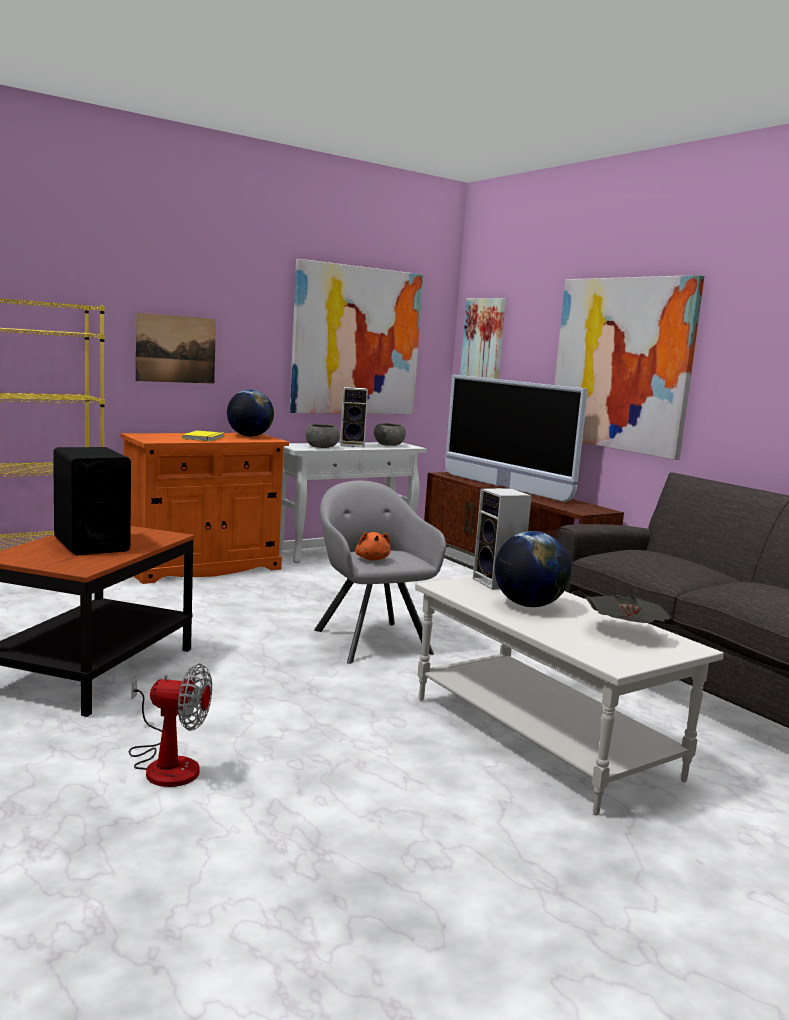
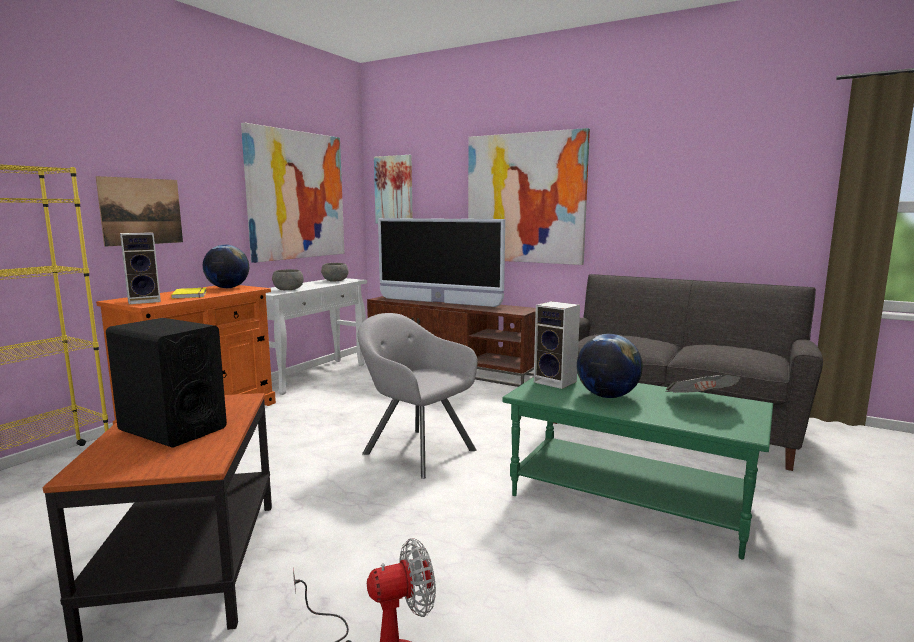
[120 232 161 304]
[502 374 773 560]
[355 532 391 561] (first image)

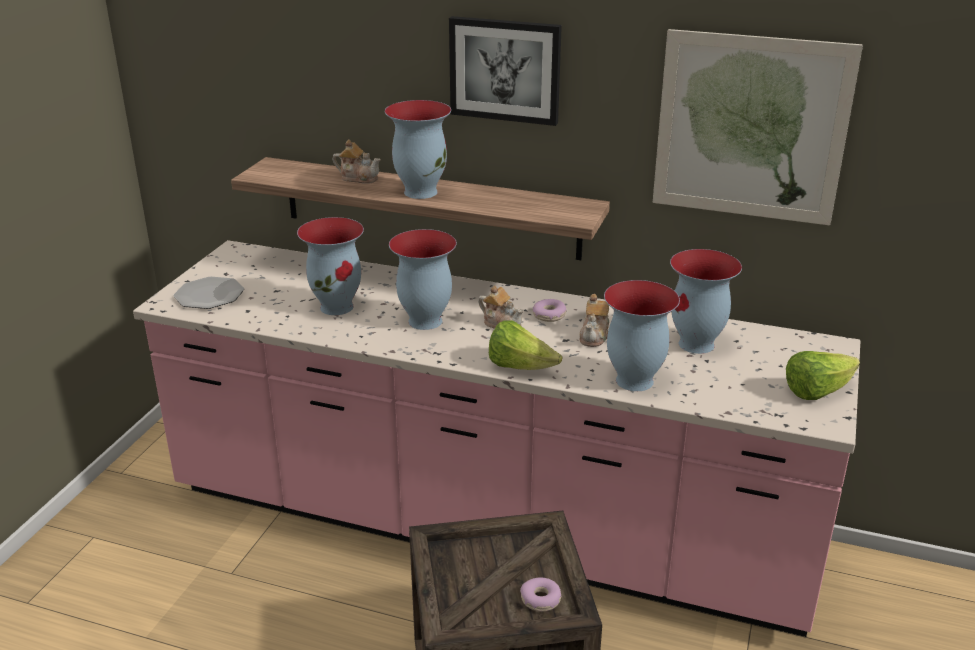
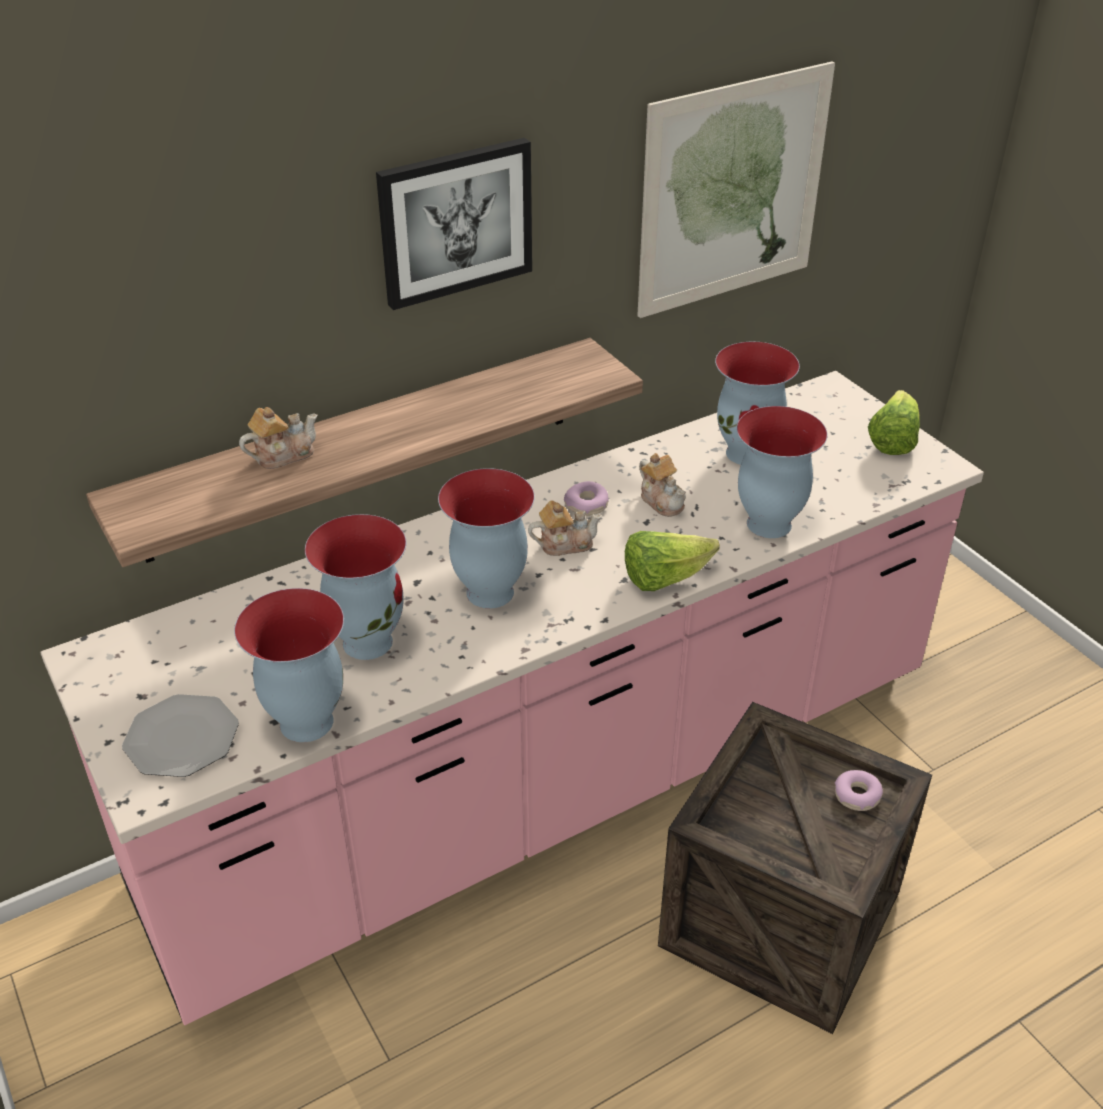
[234 588 344 742]

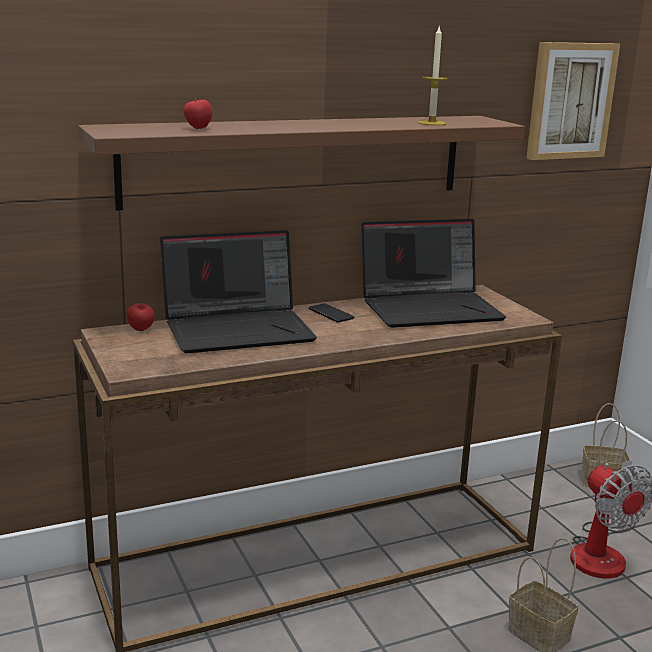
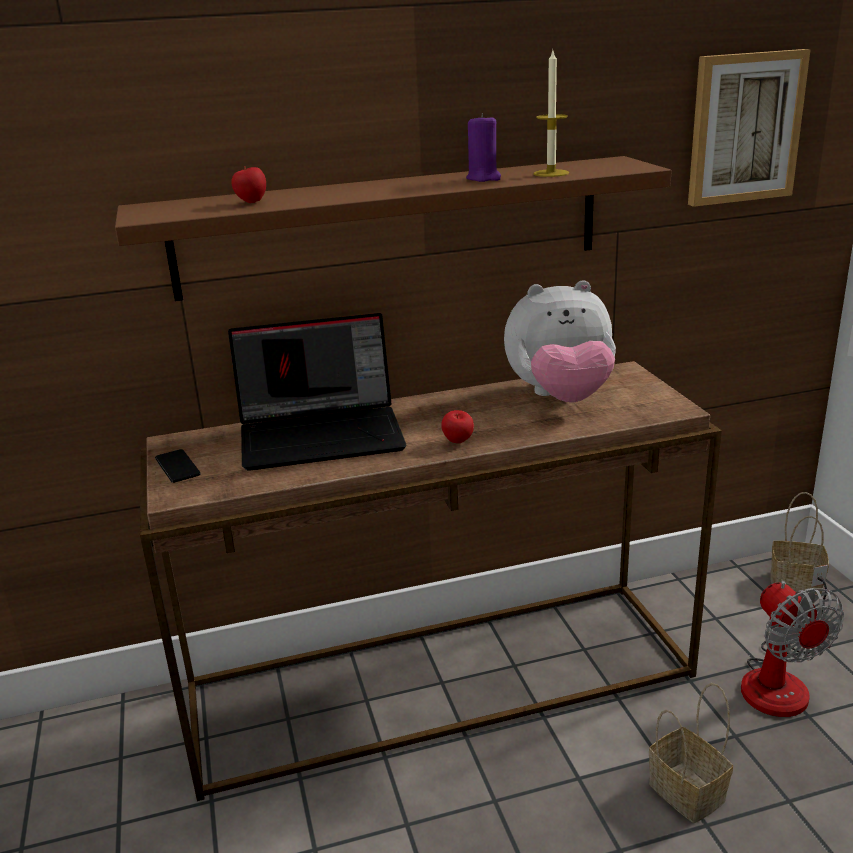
[155 449 201 483]
[441 410 474 443]
[466 113 501 182]
[504 280 616 403]

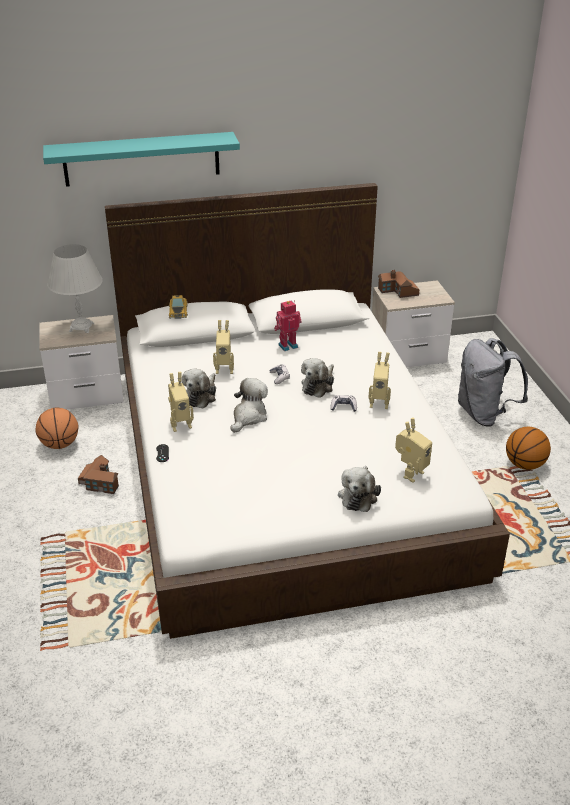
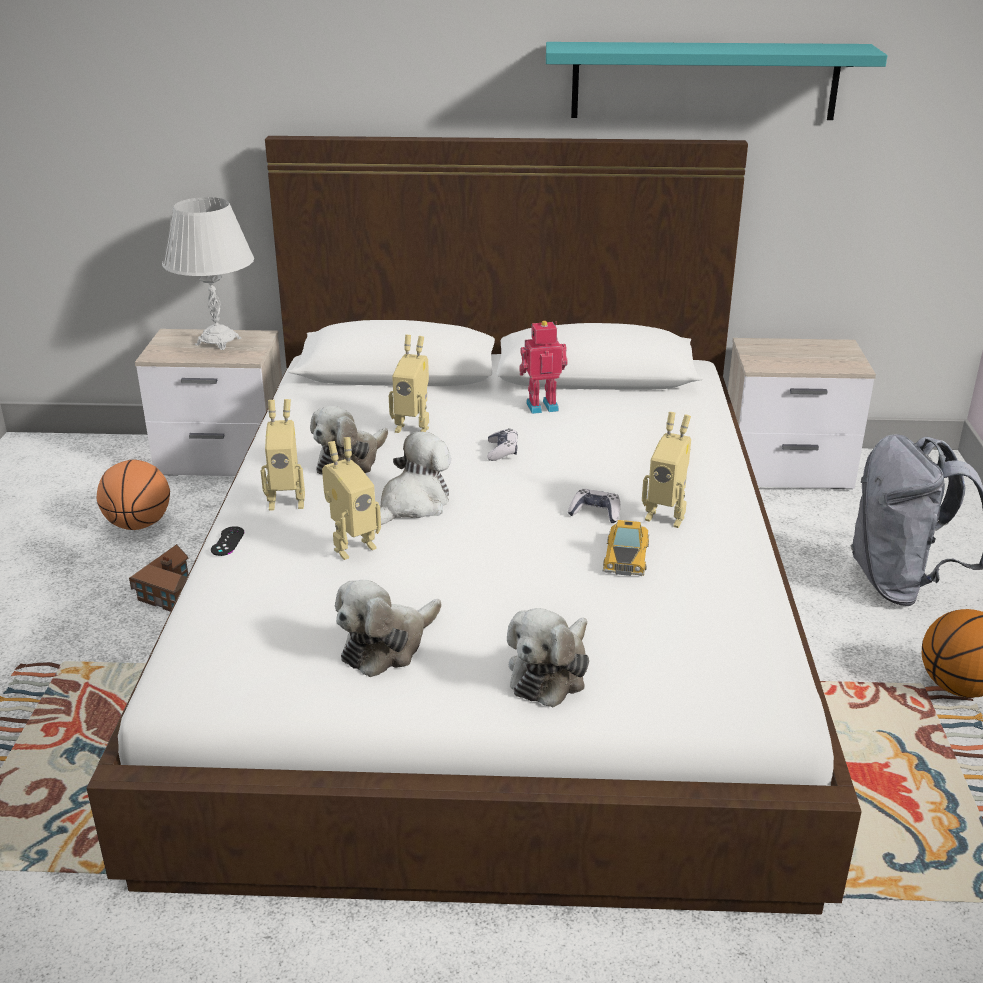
[322 437 381 560]
[335 580 442 677]
[546 42 887 120]
[603 520 649 576]
[378 270 420 298] (first image)

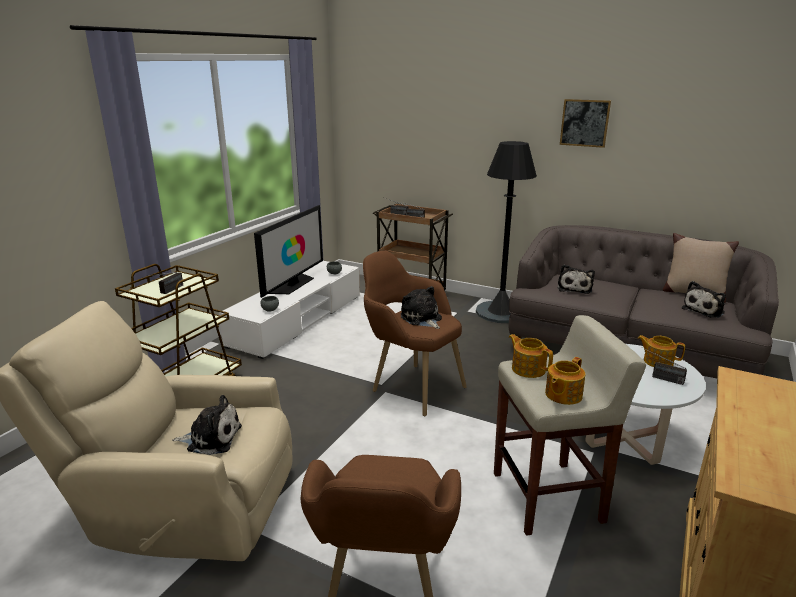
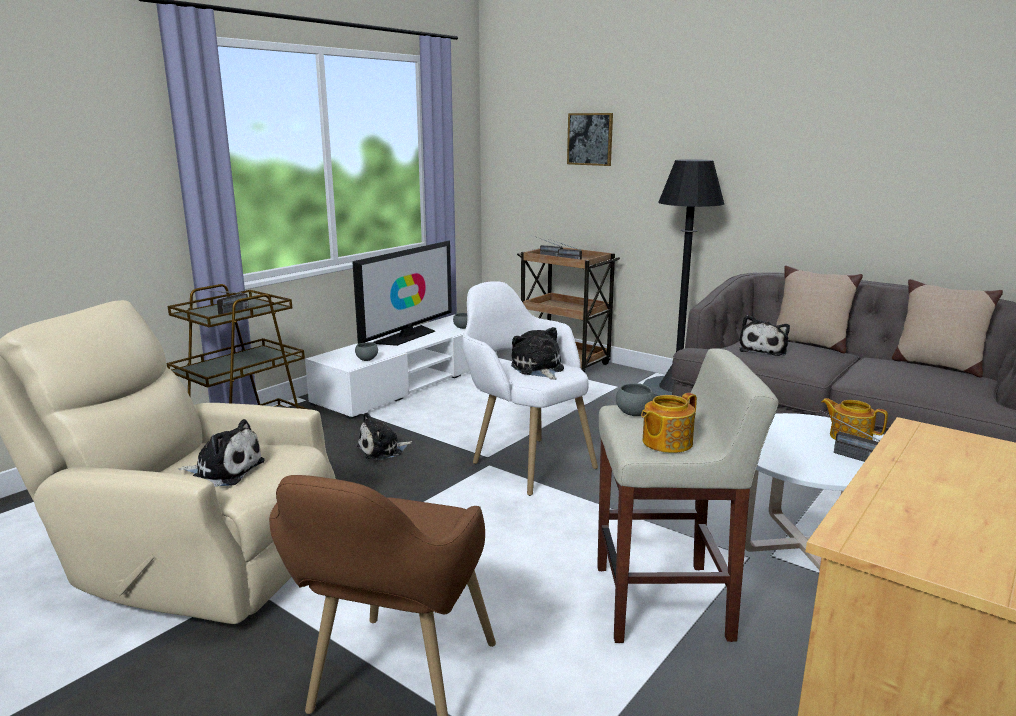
[357 412 412 460]
[462 281 598 496]
[567 113 613 166]
[616 383 654 416]
[776 265 863 354]

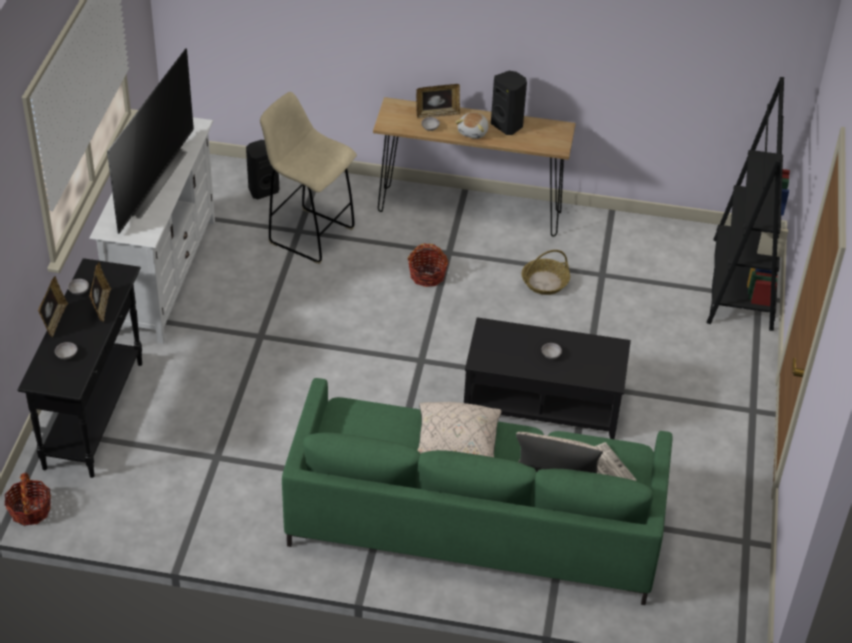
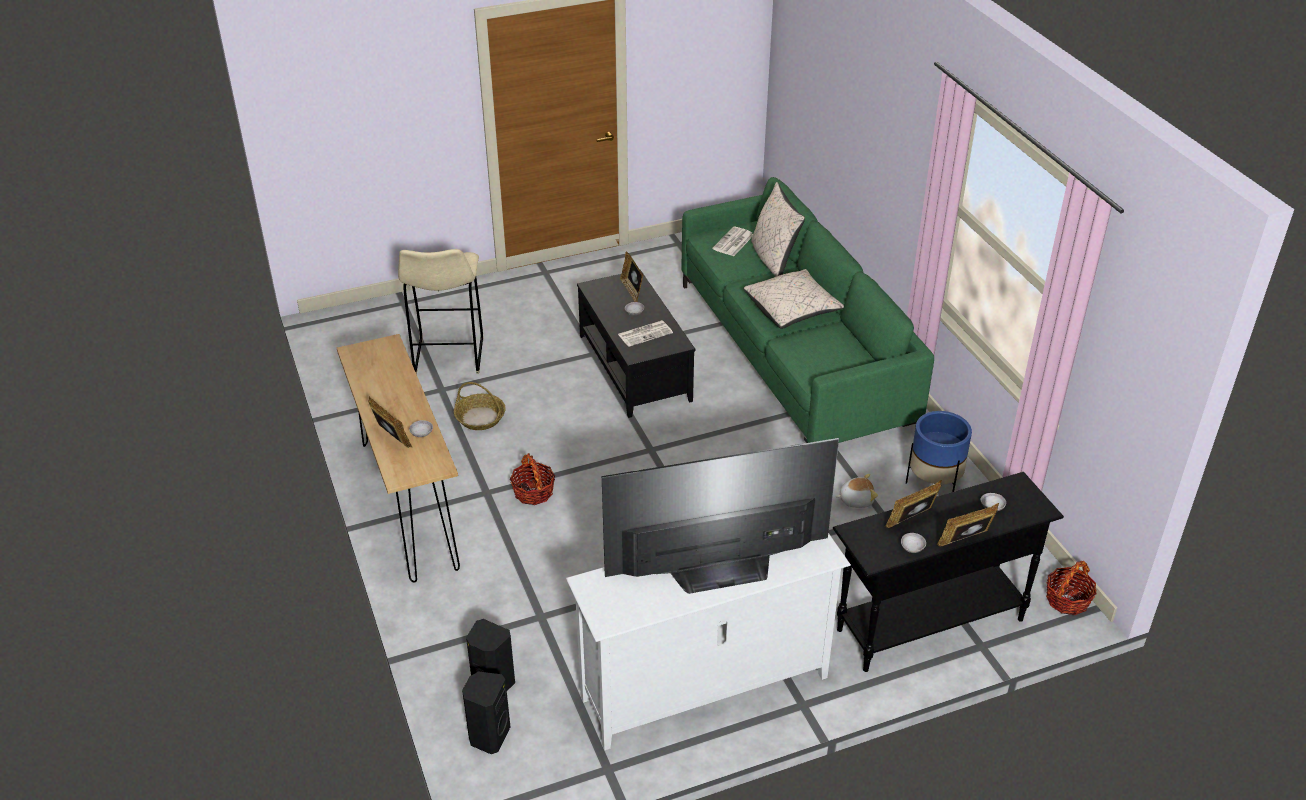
[398 249 483 374]
[462 671 510 754]
[618 320 673 347]
[620 252 643 302]
[835 474 878 508]
[906 411 972 492]
[707 77 790 331] (first image)

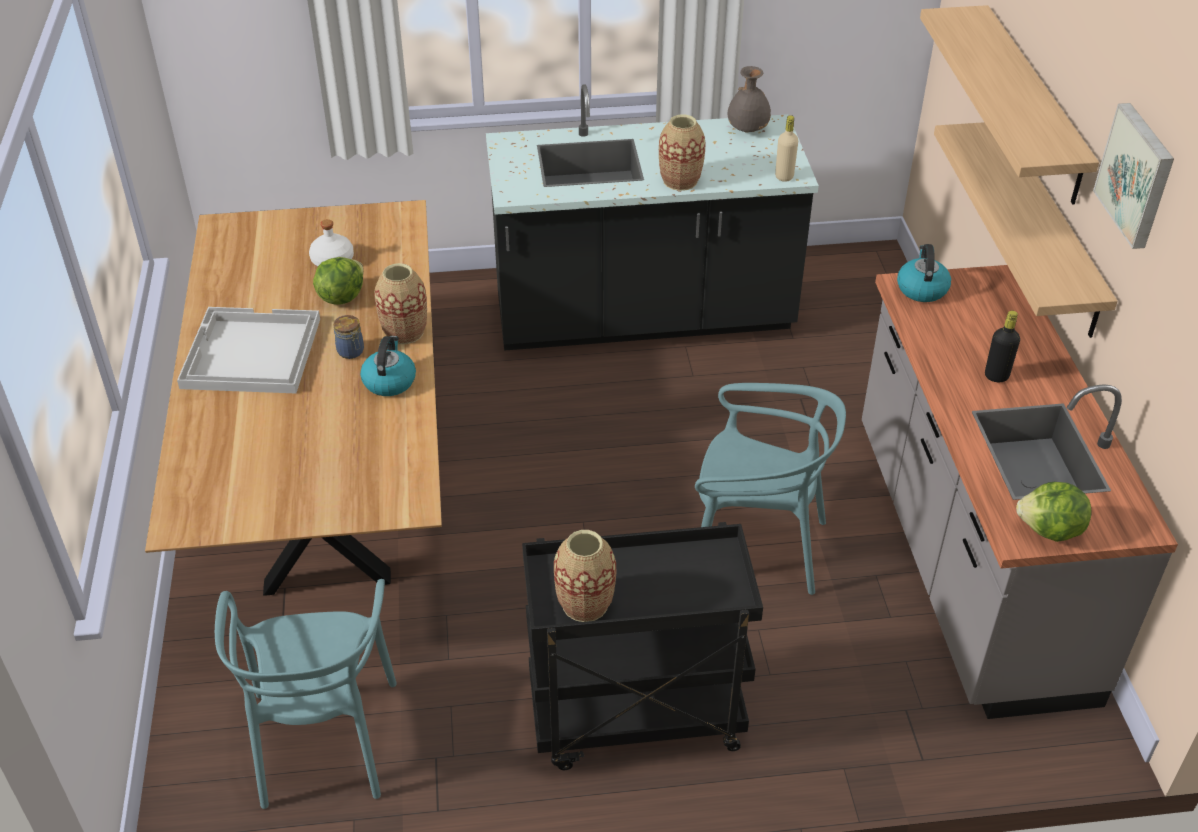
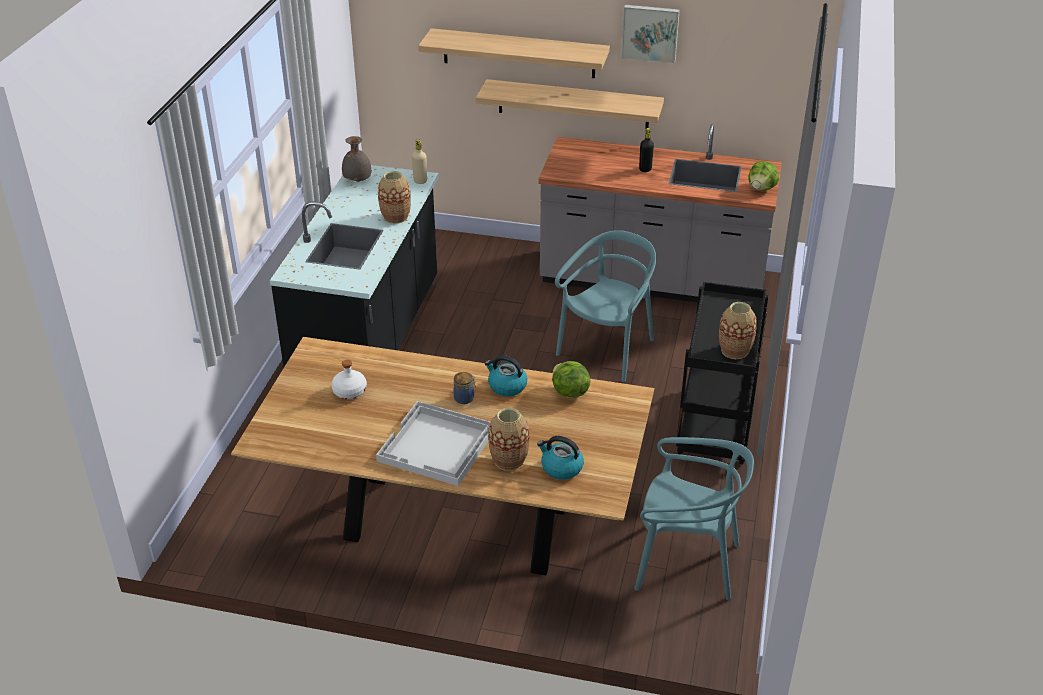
[488 408 529 471]
[537 436 584 480]
[552 361 590 398]

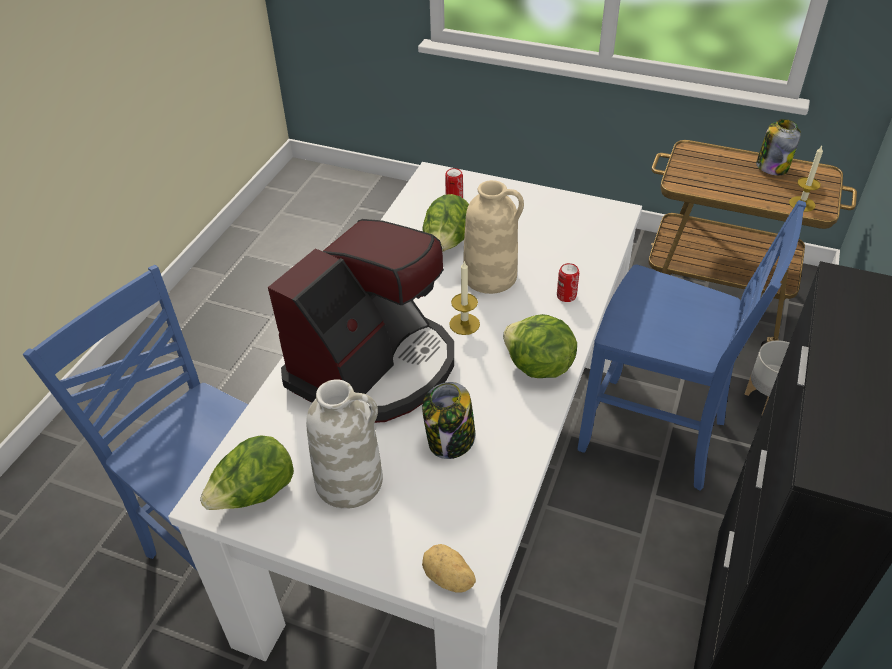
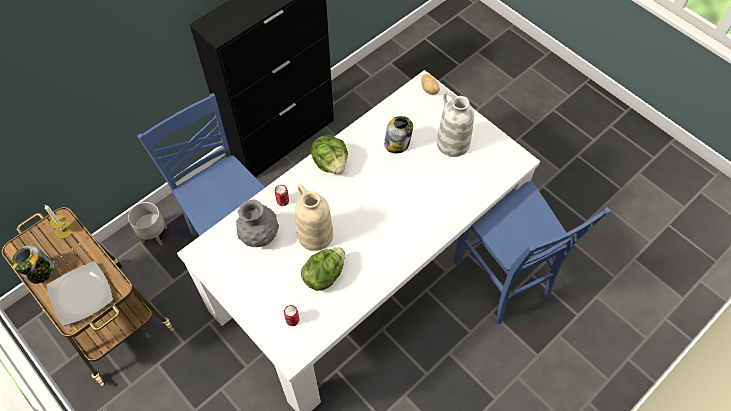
[47 261 113 326]
[236 199 279 247]
[200 435 294 510] (first image)
[268 219 454 423] (first image)
[449 260 480 335] (first image)

